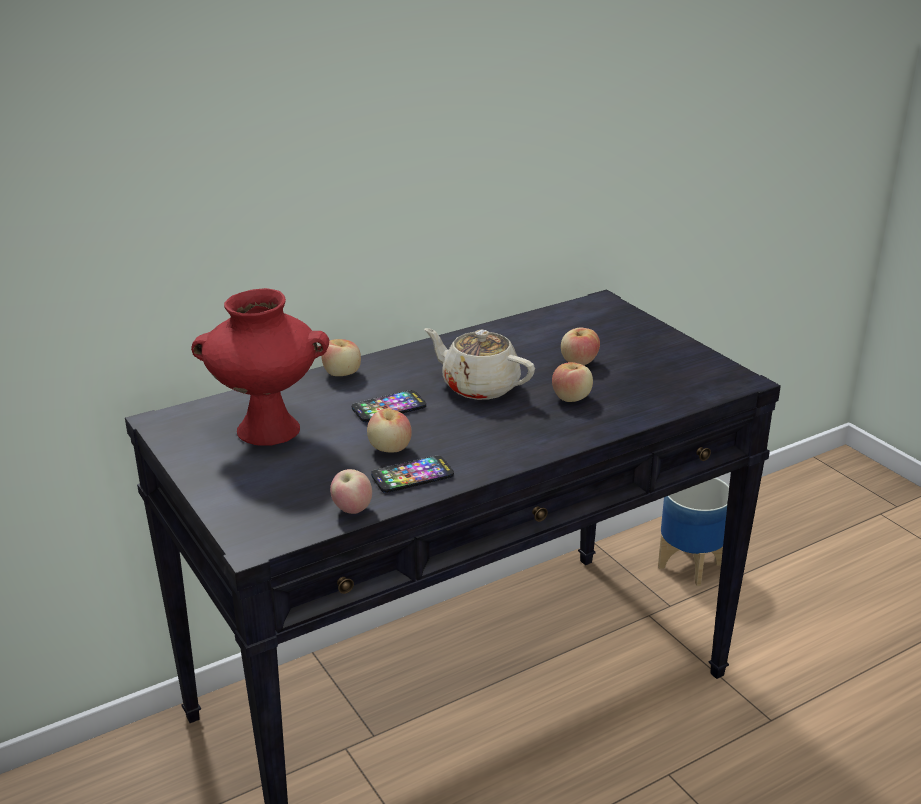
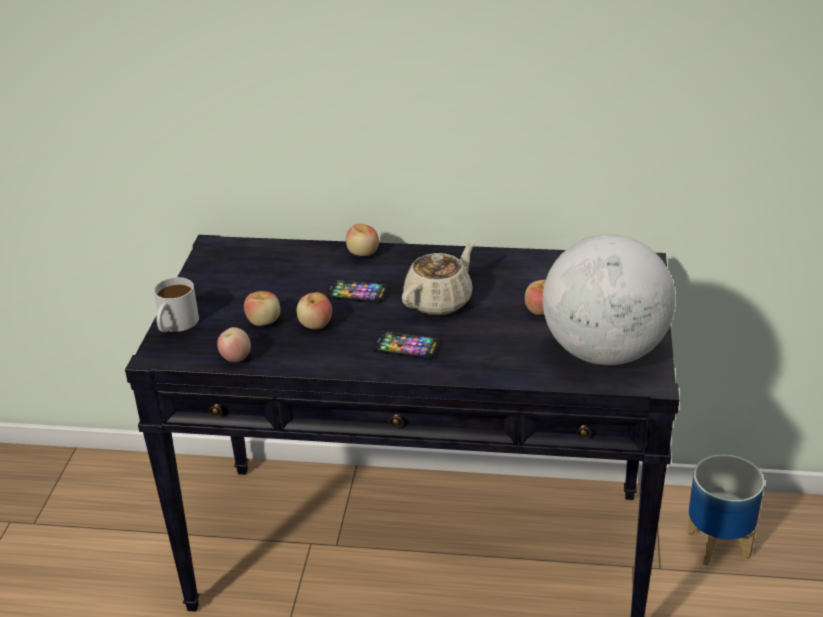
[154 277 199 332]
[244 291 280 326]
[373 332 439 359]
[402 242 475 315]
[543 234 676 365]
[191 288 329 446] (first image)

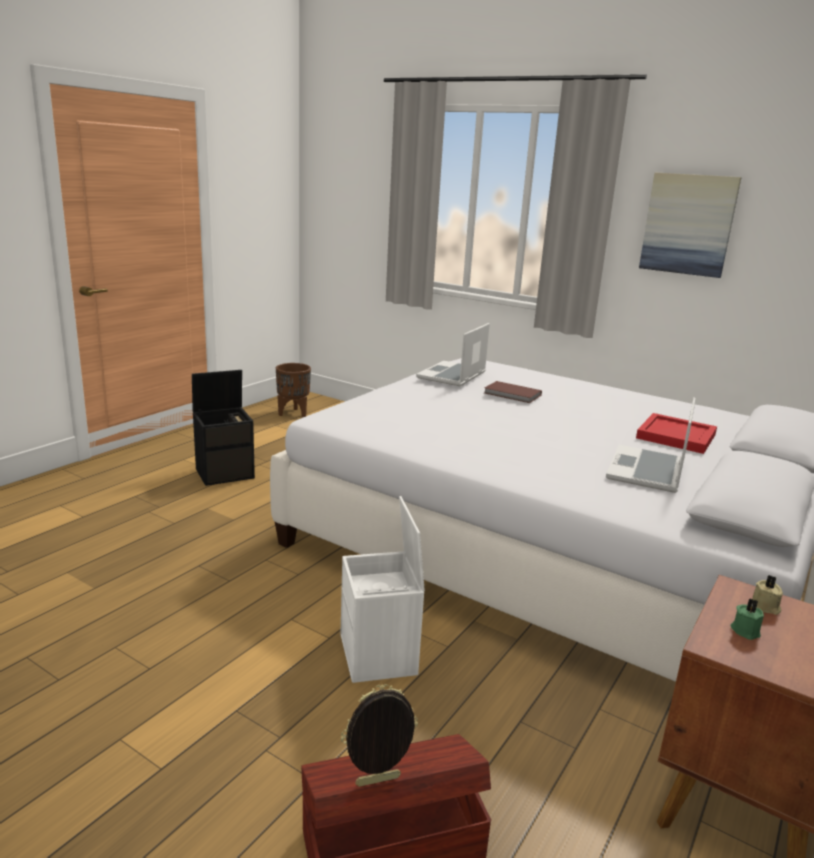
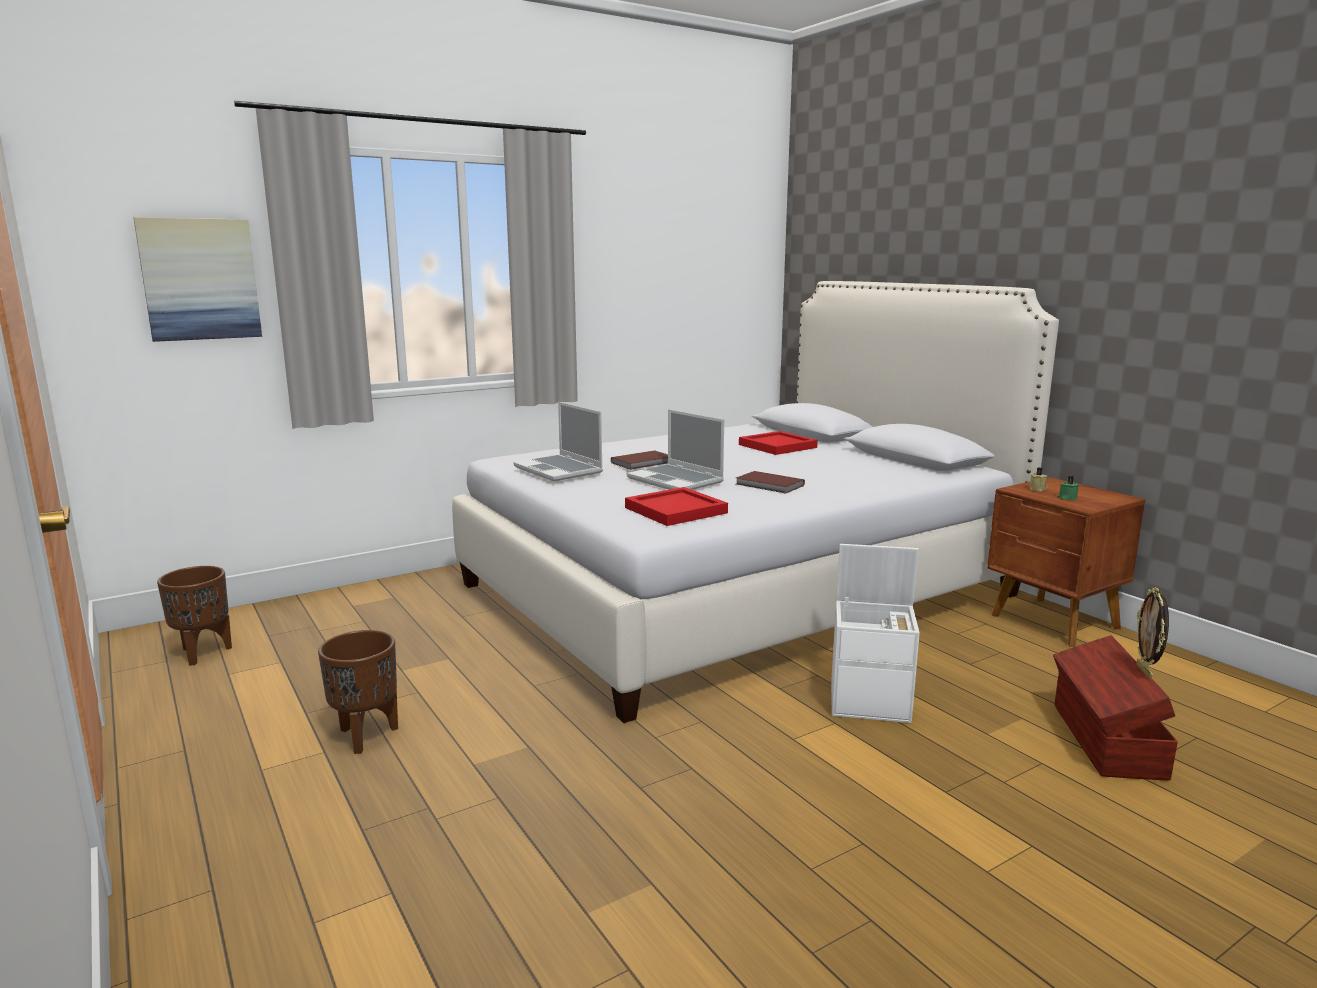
[133 217 262 342]
[318 630 398 754]
[625 487 728 526]
[627 409 724 490]
[736 471 805 494]

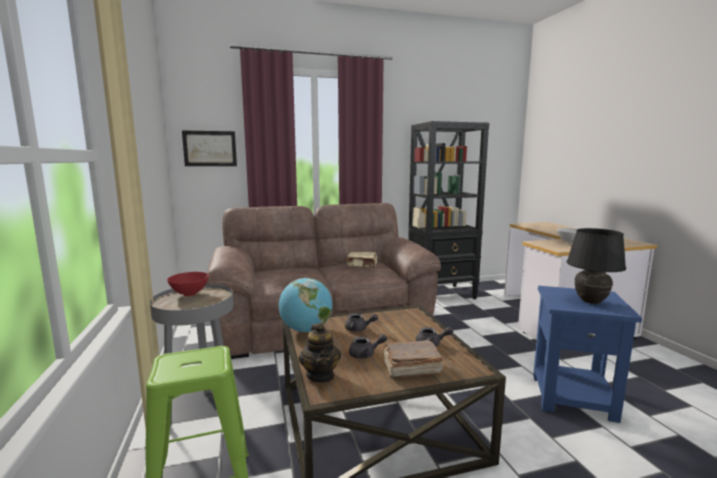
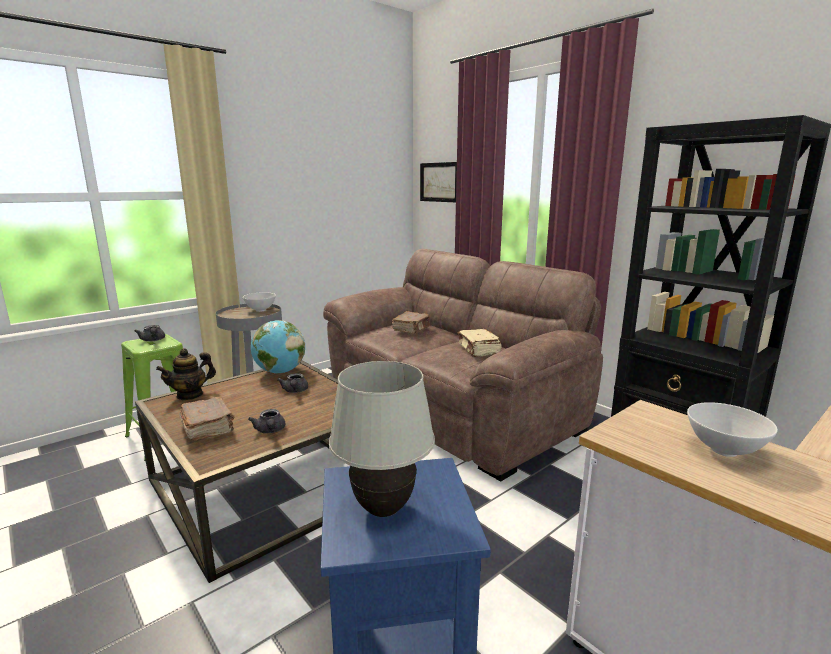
[134 325 165 341]
[243 292 276 312]
[329 361 435 517]
[392 311 430 334]

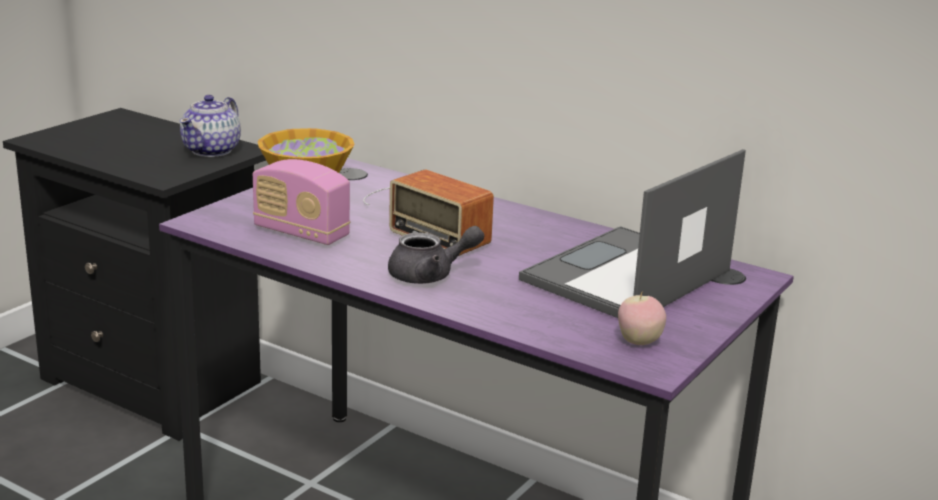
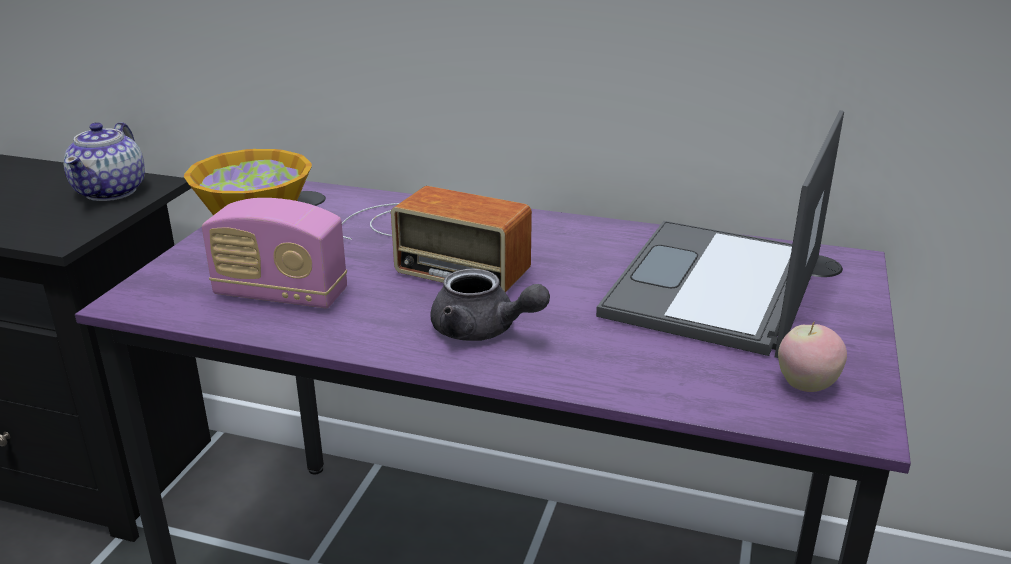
[430 269 550 341]

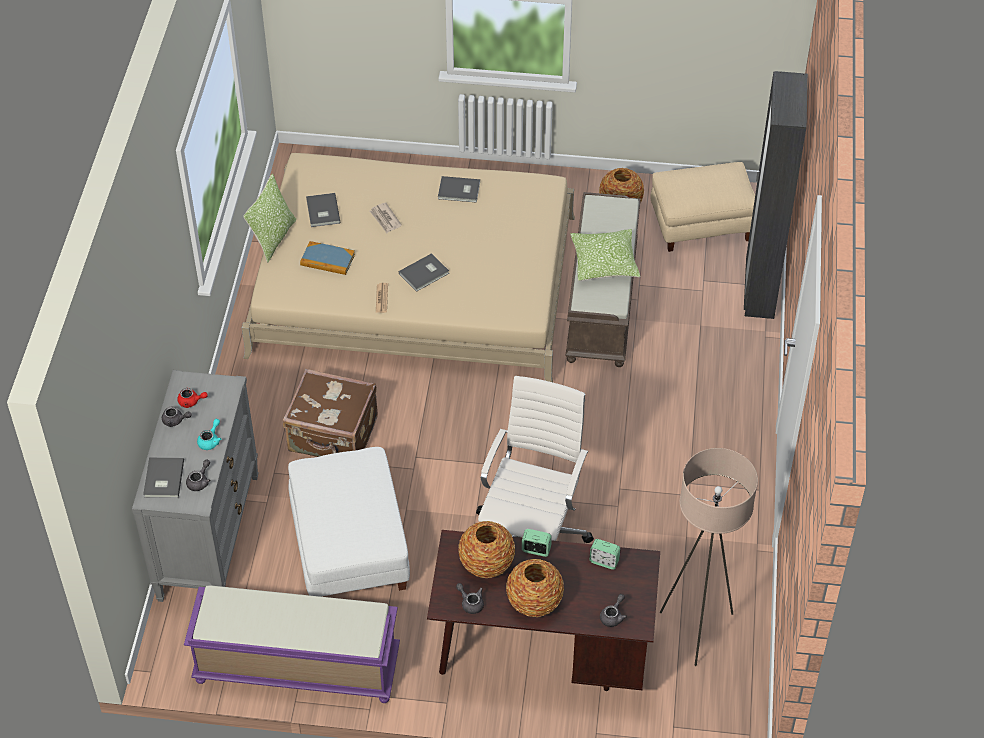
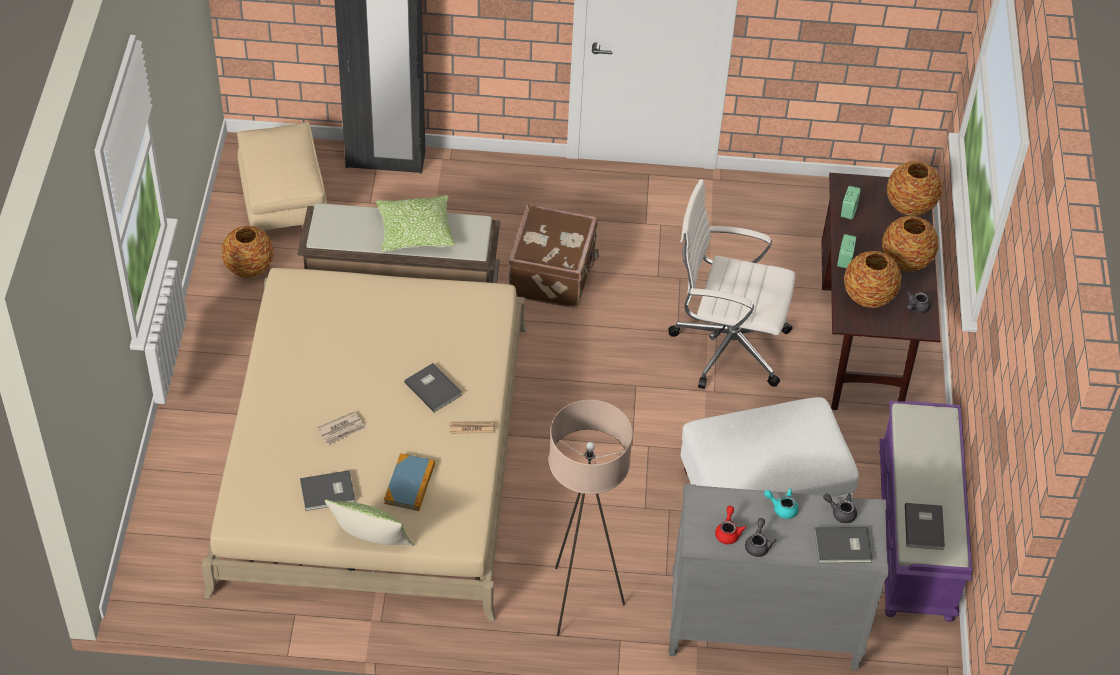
[508 204 599 308]
[549 400 633 636]
[887 161 942 216]
[905 503 945 550]

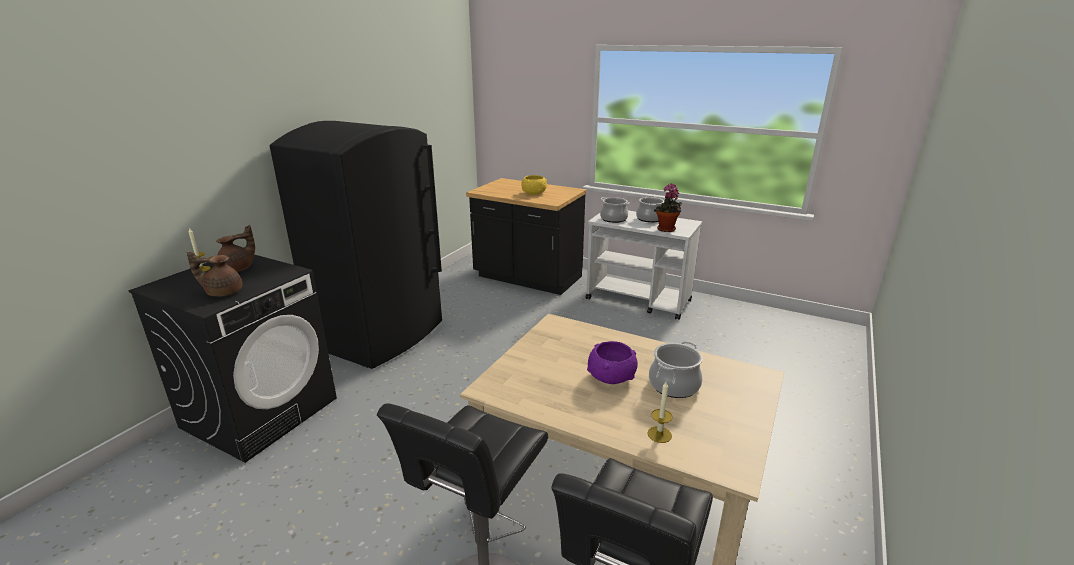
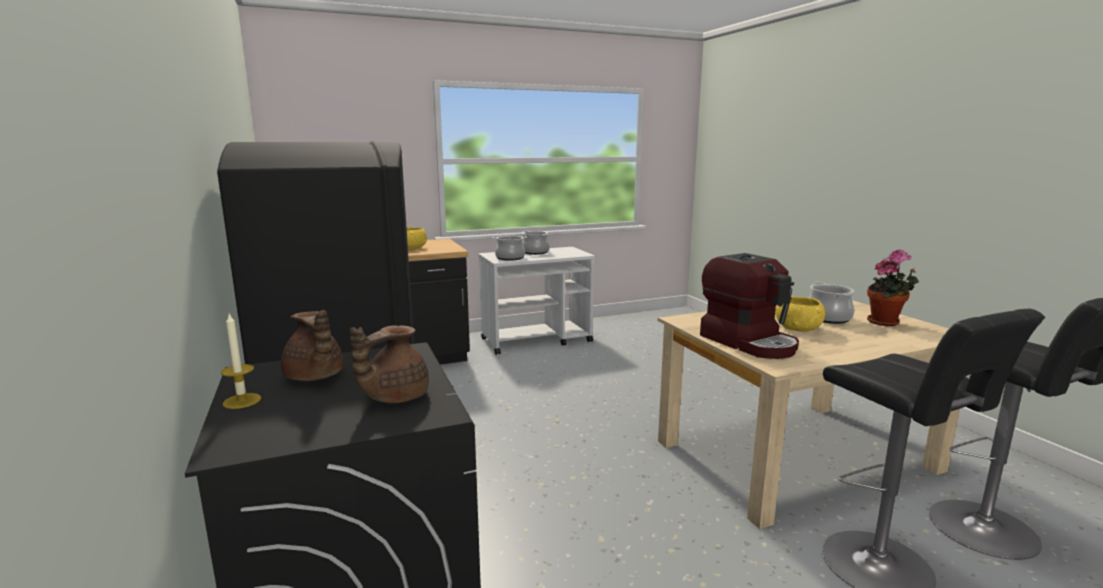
[281 310 343 381]
[700 253 799 359]
[775 296 825 331]
[867 249 919 326]
[647 382 673 443] (first image)

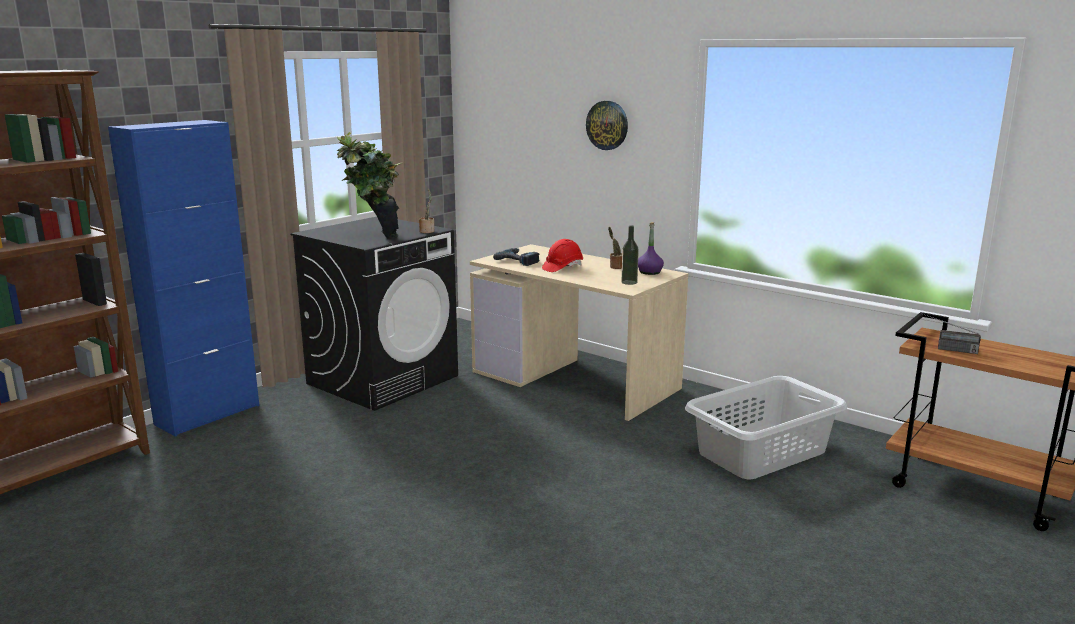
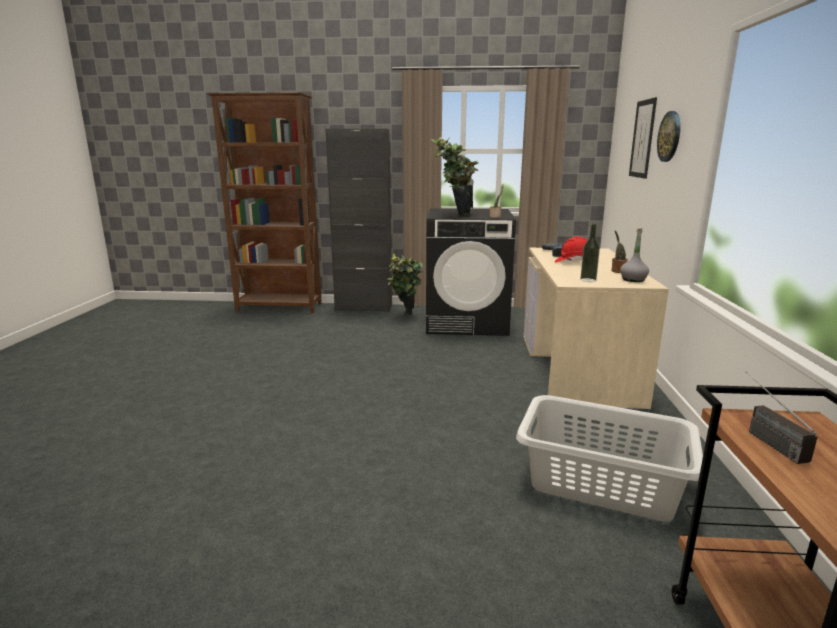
[325 128 392 312]
[388 254 424 315]
[620 229 649 282]
[629 97 657 179]

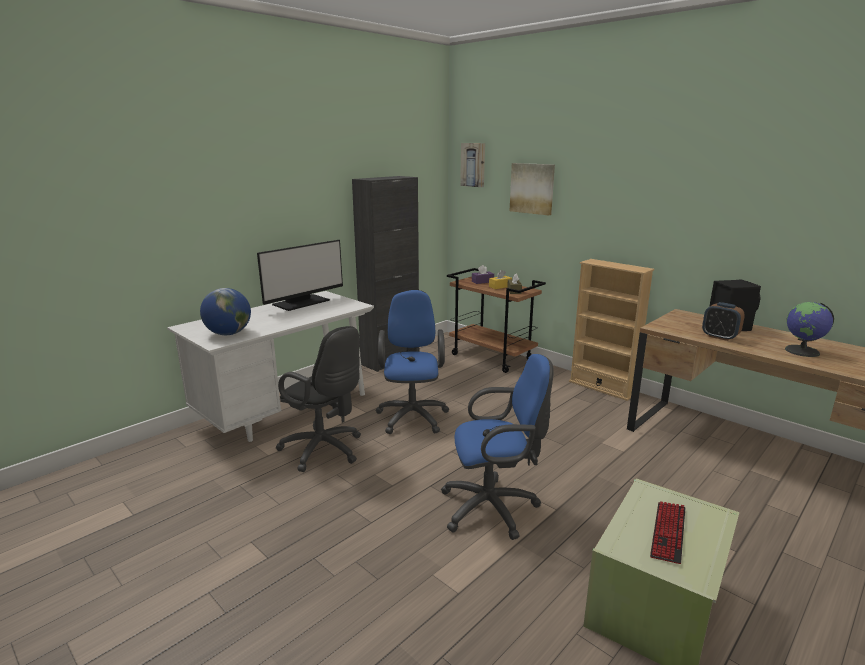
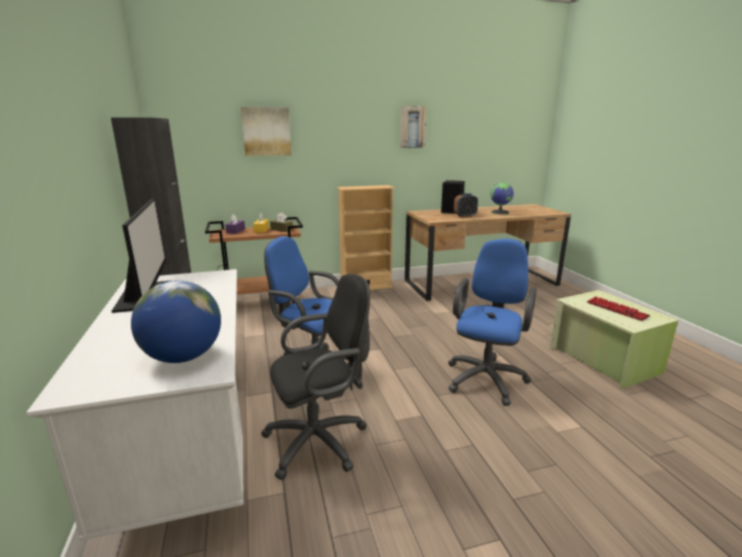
[400 106 427 148]

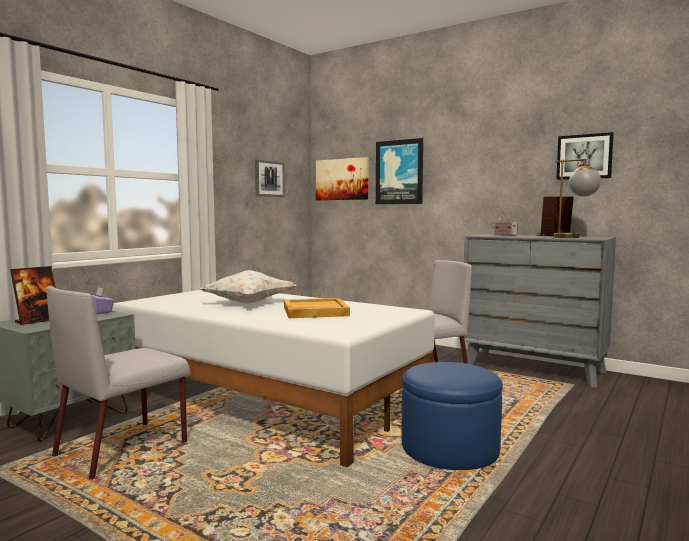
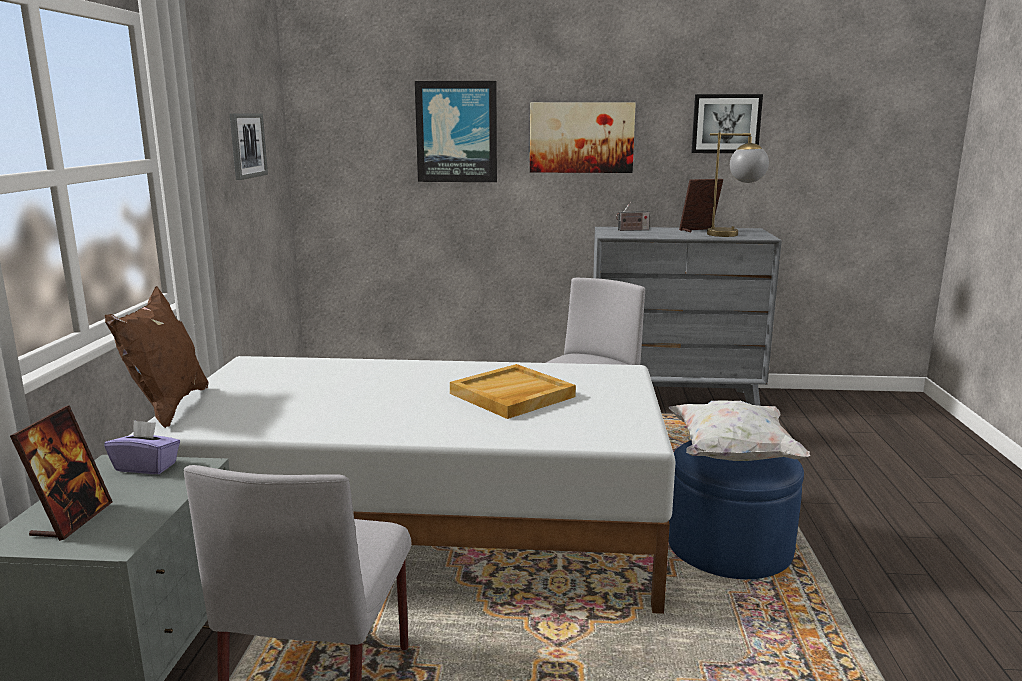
[105 286 209 428]
[530 102 636 173]
[669 400 810 461]

